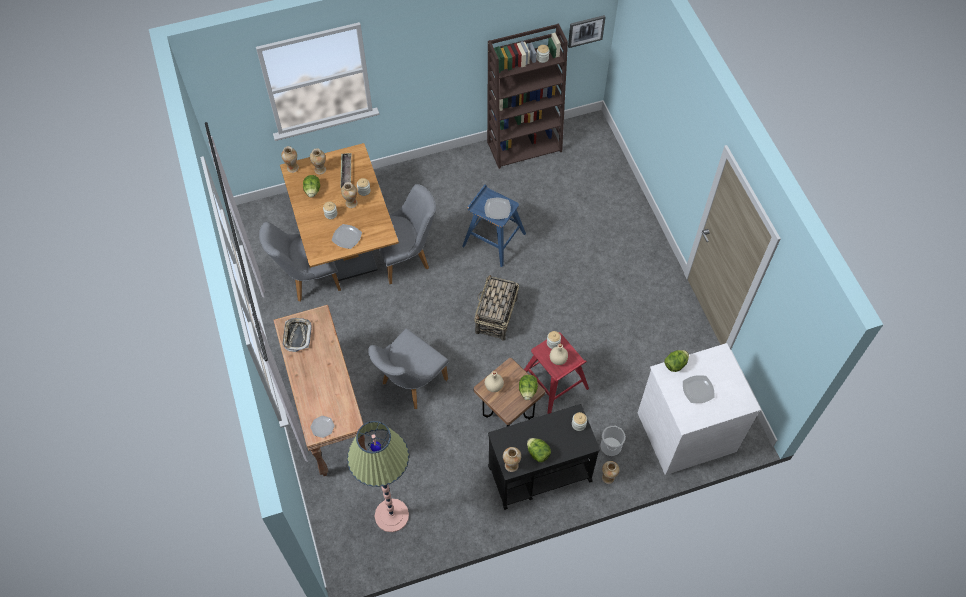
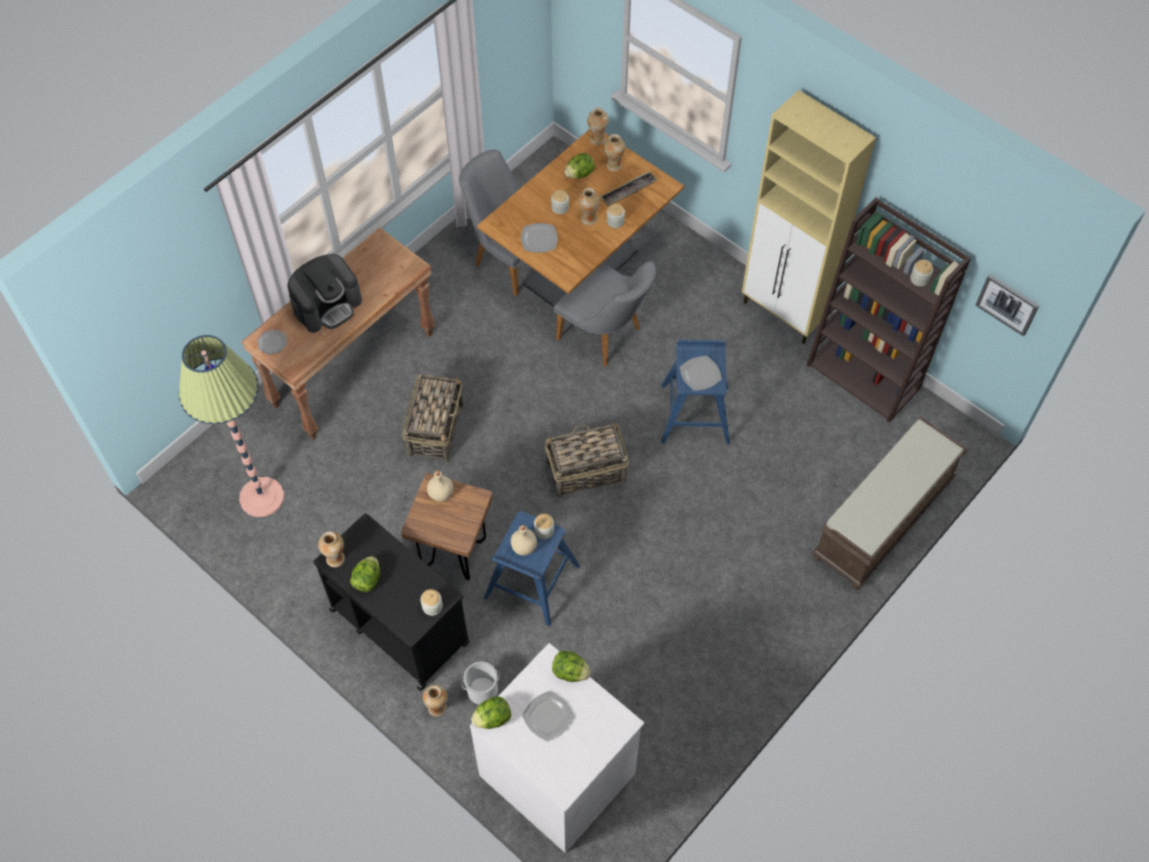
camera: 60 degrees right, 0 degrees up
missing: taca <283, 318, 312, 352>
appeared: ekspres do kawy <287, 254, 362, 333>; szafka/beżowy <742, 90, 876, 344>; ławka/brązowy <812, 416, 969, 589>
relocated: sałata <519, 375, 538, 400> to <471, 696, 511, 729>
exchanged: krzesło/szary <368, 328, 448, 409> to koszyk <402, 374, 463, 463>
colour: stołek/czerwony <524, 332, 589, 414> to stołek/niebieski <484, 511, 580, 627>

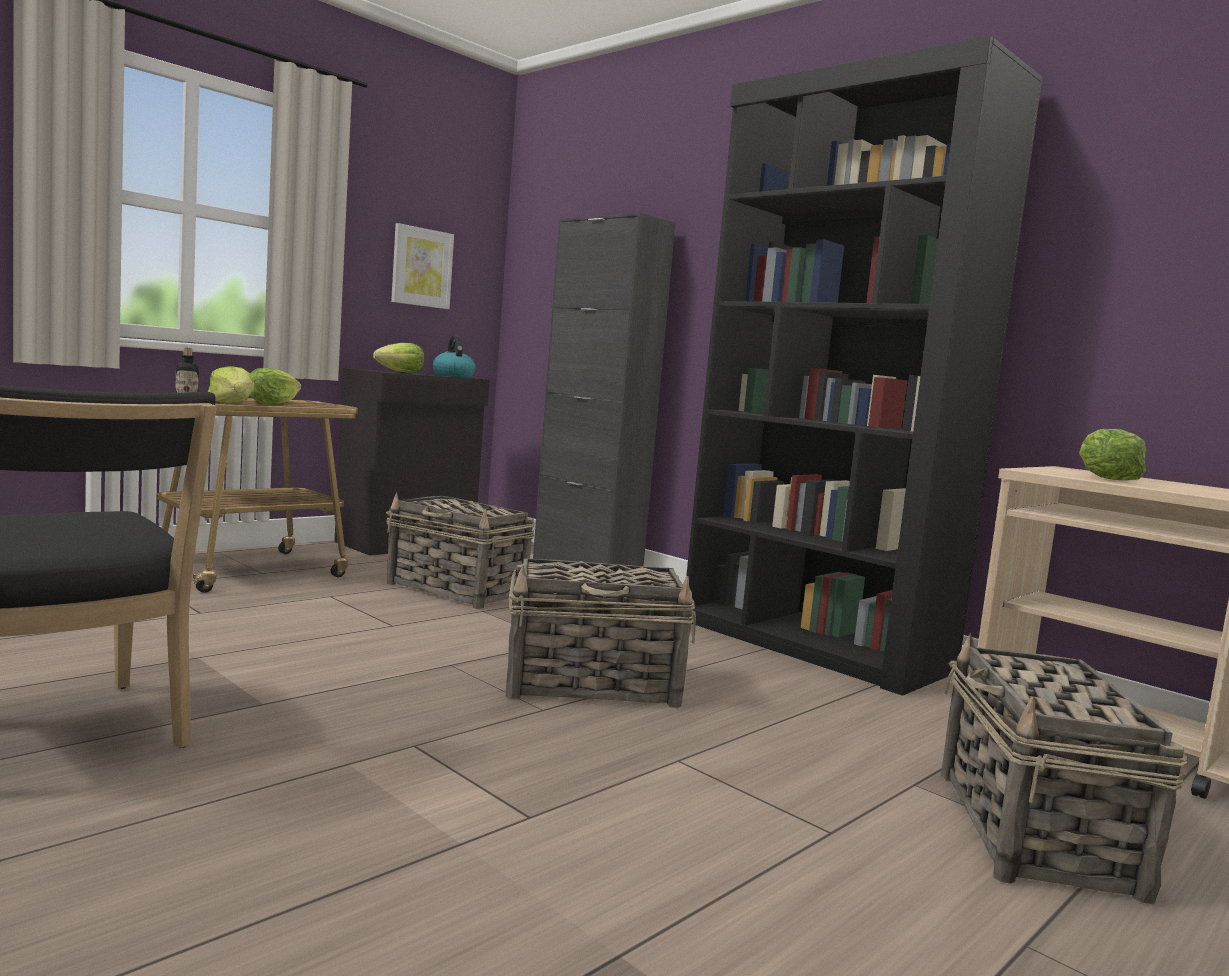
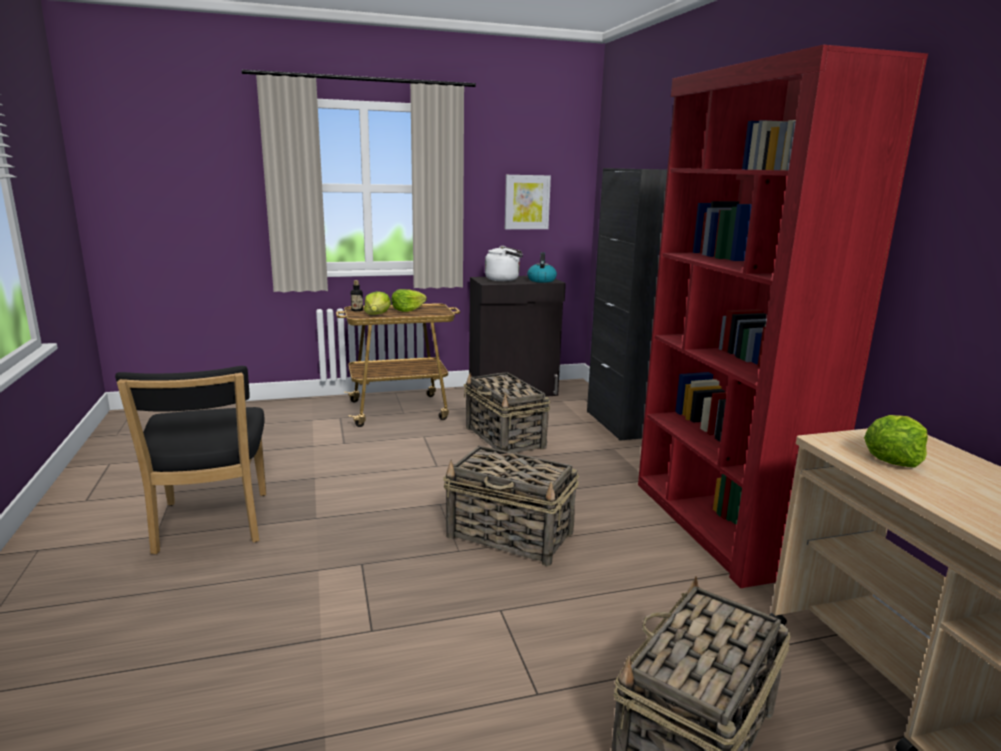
camera: 30 degrees right, 10 degrees up
exchanged: sałata <373, 343, 424, 373> to czajnik/biały <485, 246, 523, 281>
colour: regał/czarny <686, 36, 1043, 696> to regał/czerwony <638, 45, 928, 588>

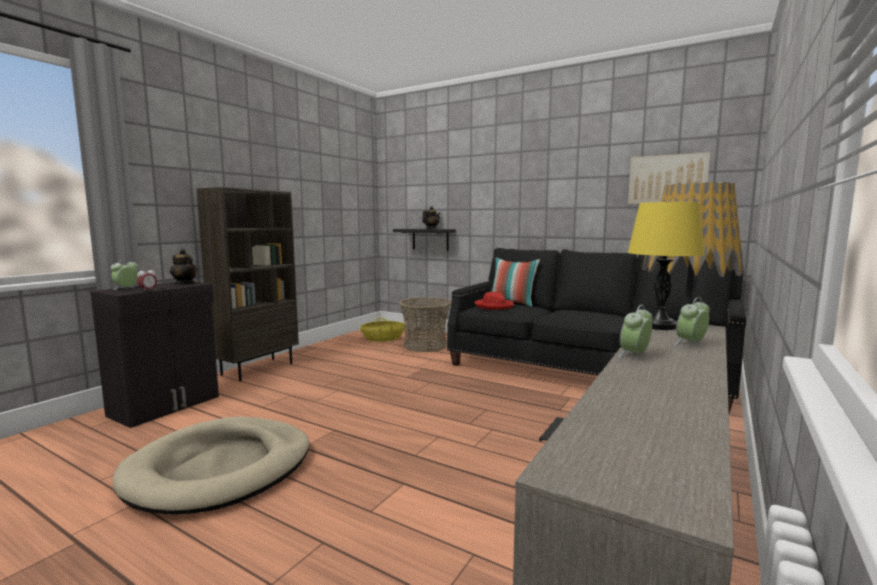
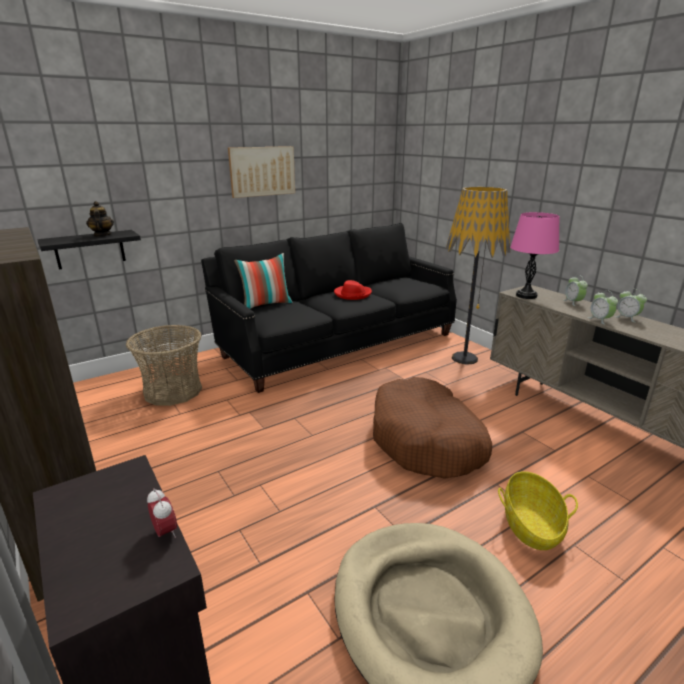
camera: 65 degrees left, 15 degrees up
missing: imbryk <170, 249, 198, 284>
appeared: legowisko/brązowy <373, 377, 492, 479>
relocated: budzik <111, 259, 138, 290> to <614, 289, 647, 323>; koszyk <360, 318, 406, 342> to <498, 471, 578, 550>; kapelusz/czerwony <474, 292, 514, 309> to <334, 280, 372, 300>; obraz <628, 152, 711, 204> to <228, 146, 295, 198>
colour: lampa stołowa/żółty <628, 202, 705, 330> to lampa stołowa/różowy <510, 212, 559, 299>

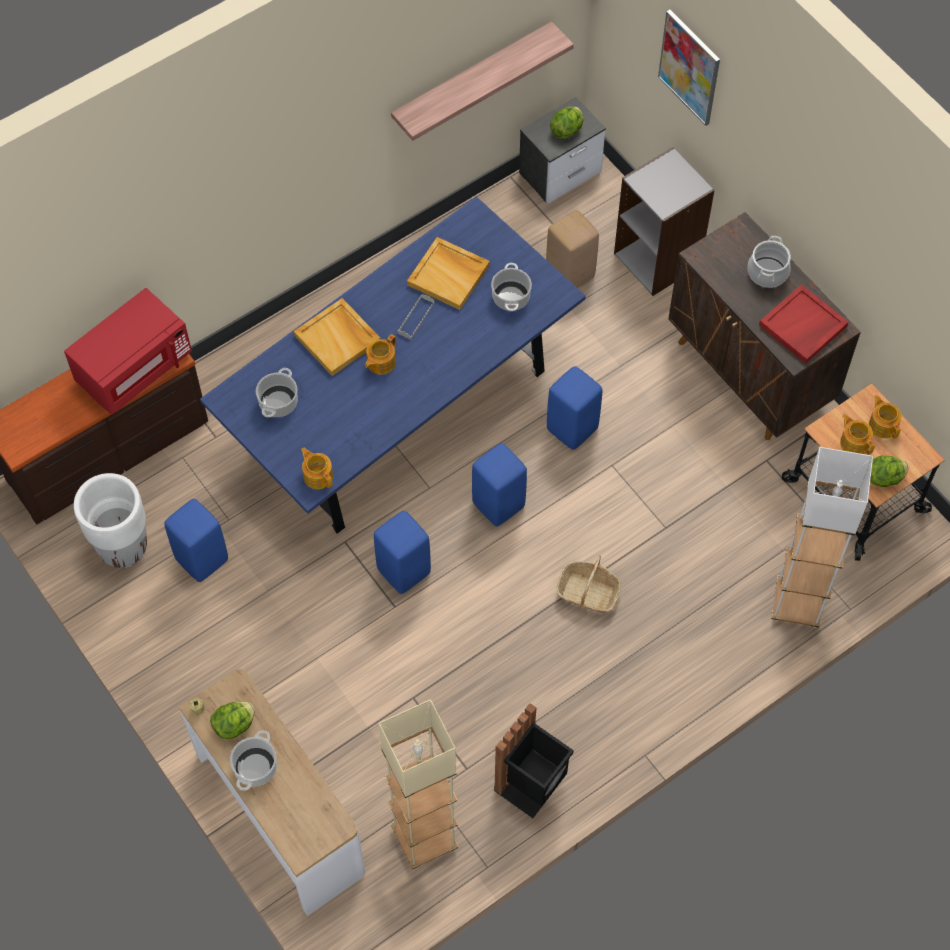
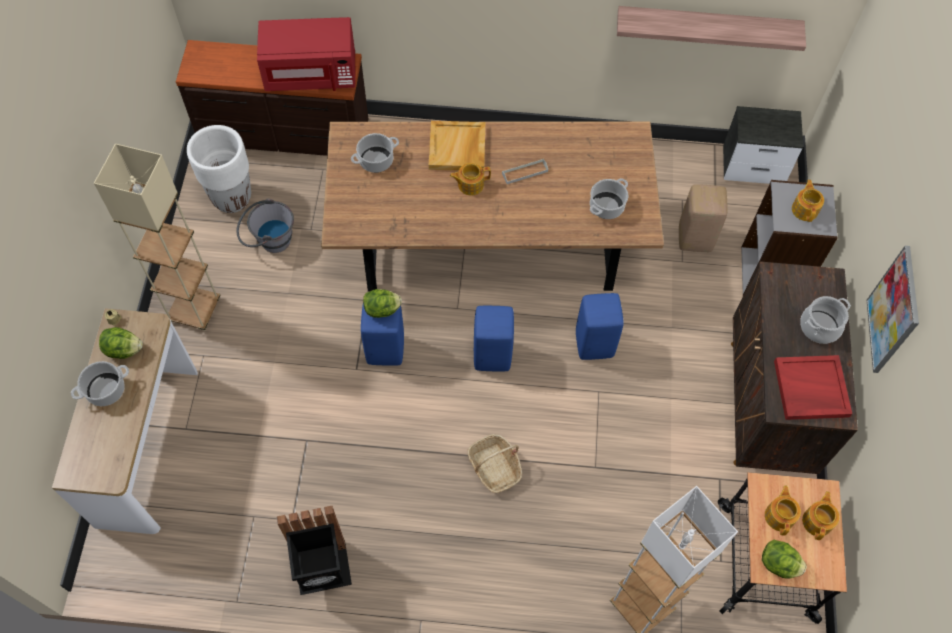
camera: 40 degrees right, 0 degrees up
missing: taca/beżowy <407, 237, 490, 310>
relocated: imbryk <301, 448, 333, 489> to <792, 180, 824, 222>; lampa stojąca/beżowy <379, 699, 458, 869> to <94, 144, 221, 331>; sałata <550, 107, 583, 138> to <363, 289, 402, 318>; obraz <658, 10, 720, 126> to <867, 246, 919, 373>
exchanged: stołek/niebieski <164, 499, 228, 582> to wiadro/szary <236, 199, 294, 253>
colour: stół jadalny/niebieski <200, 197, 586, 534> to stół jadalny/brązowy <321, 122, 664, 291>

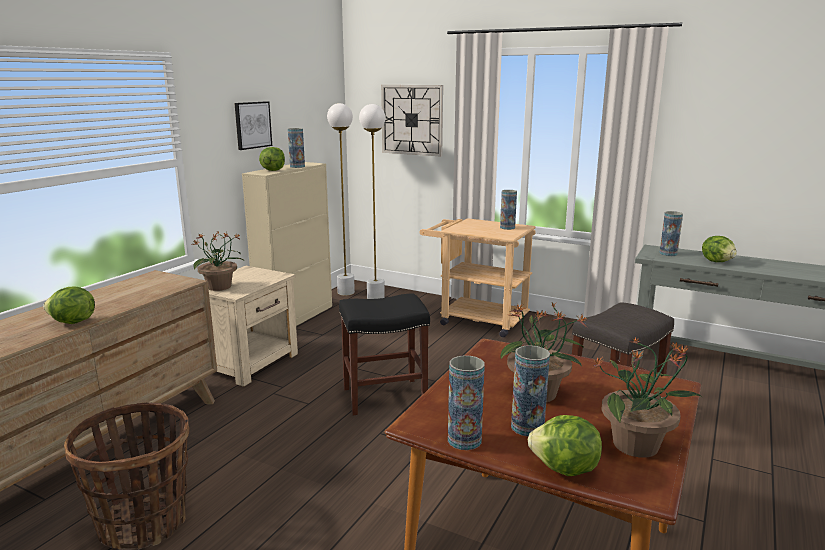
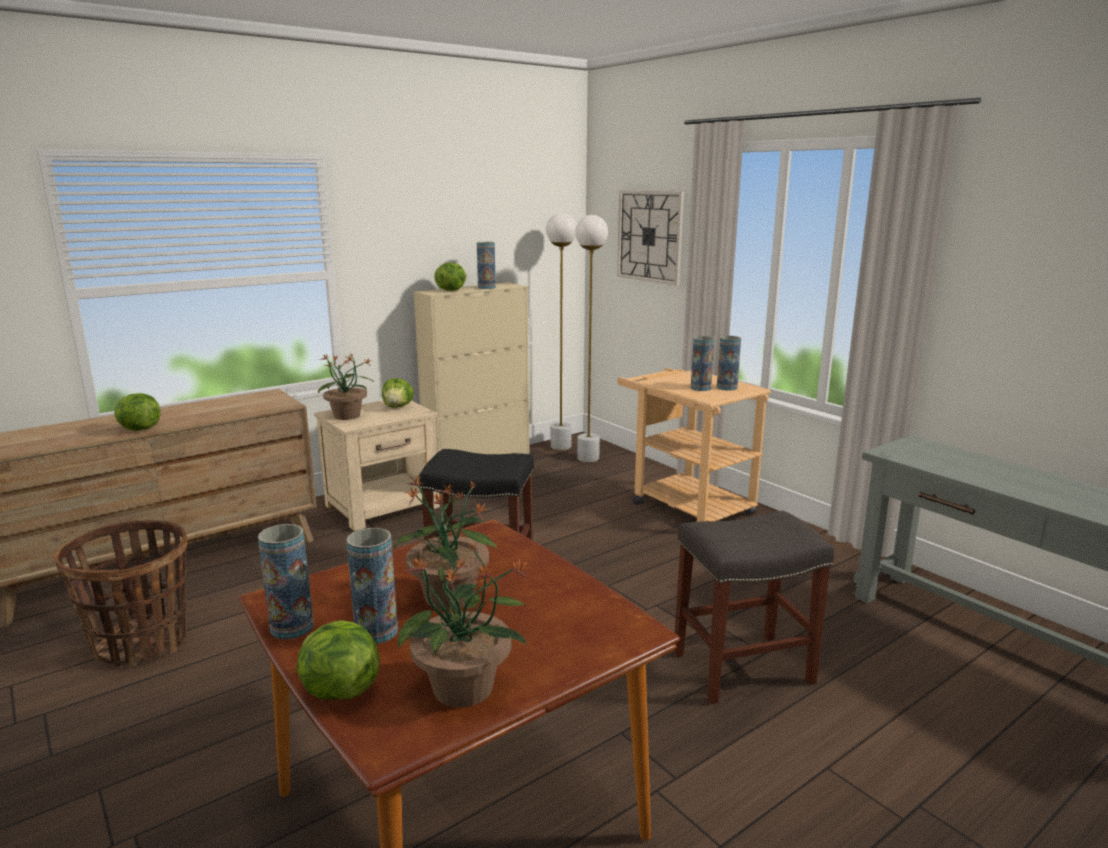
camera: 25 degrees right, 0 degrees up
missing: obraz <234, 101, 272, 150>
relocated: wazon <659, 211, 683, 256> to <691, 336, 714, 391>; sałata <702, 236, 737, 262> to <382, 378, 414, 408>

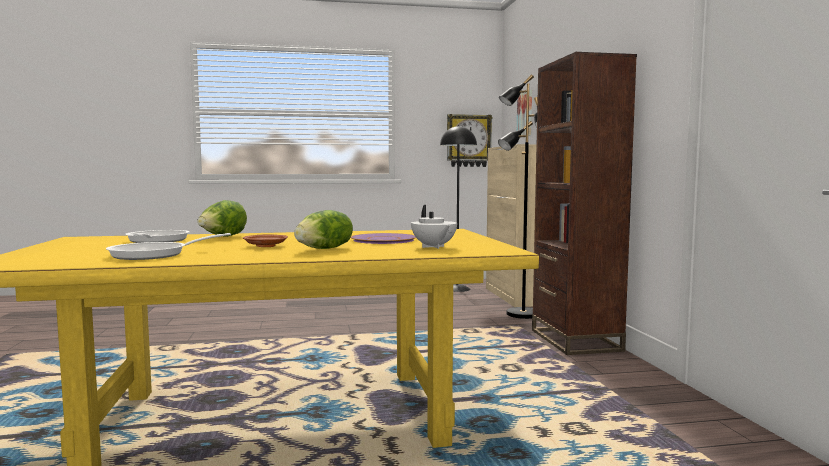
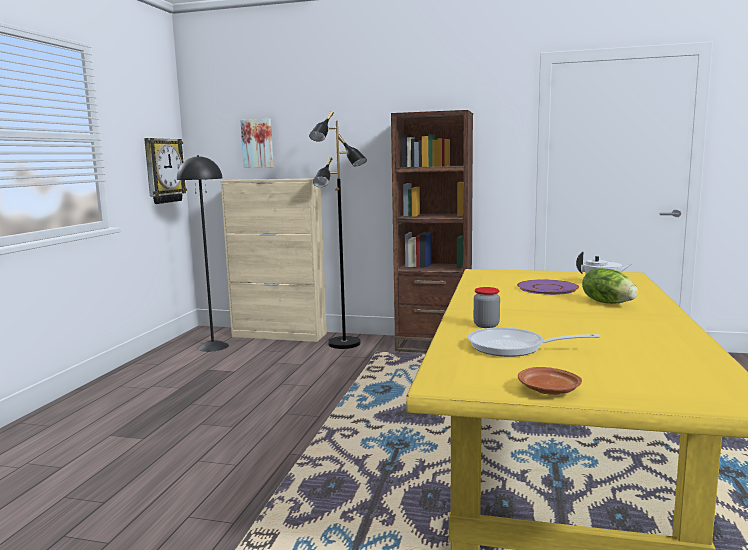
camera: 65 degrees left, 5 degrees up
missing: patelnia <106, 233, 231, 260>
relocated: talerz/brązowy <243, 234, 288, 247> to <518, 367, 582, 395>
exchanged: sałata <197, 200, 247, 237> to słoik <474, 287, 500, 328>

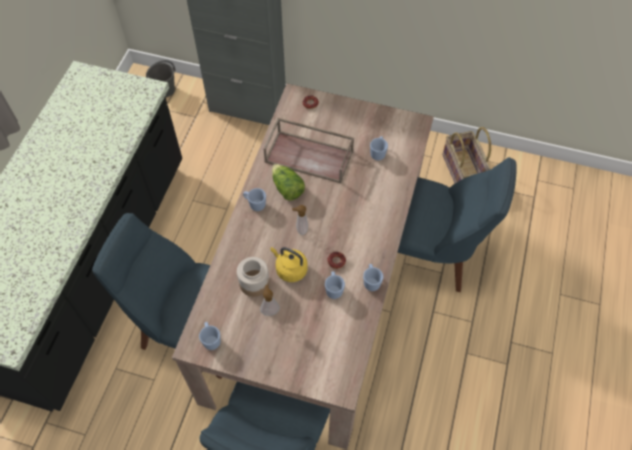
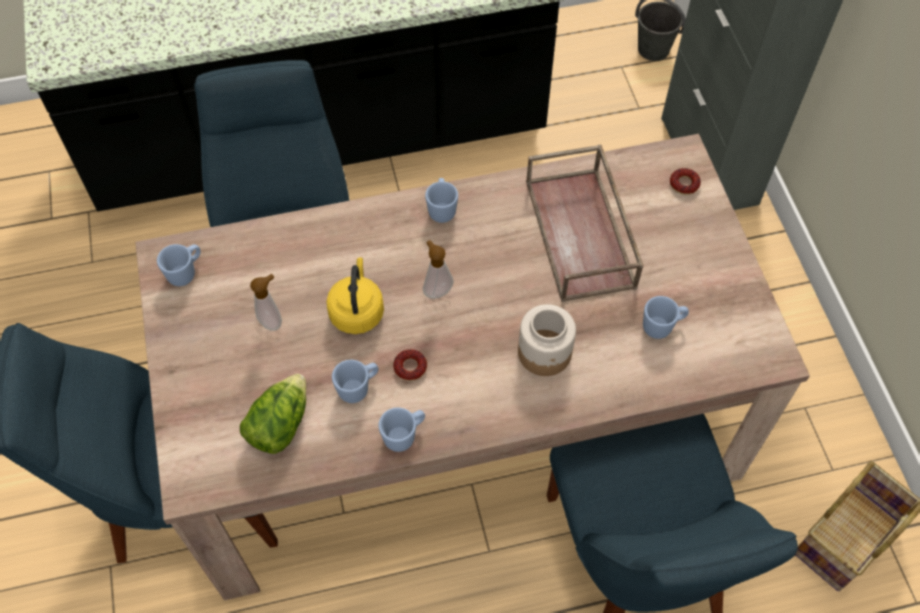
camera: 60 degrees right, 0 degrees up
relocated: słoik <237, 257, 270, 297> to <518, 304, 576, 376>; sałata <272, 164, 305, 201> to <240, 374, 306, 454>

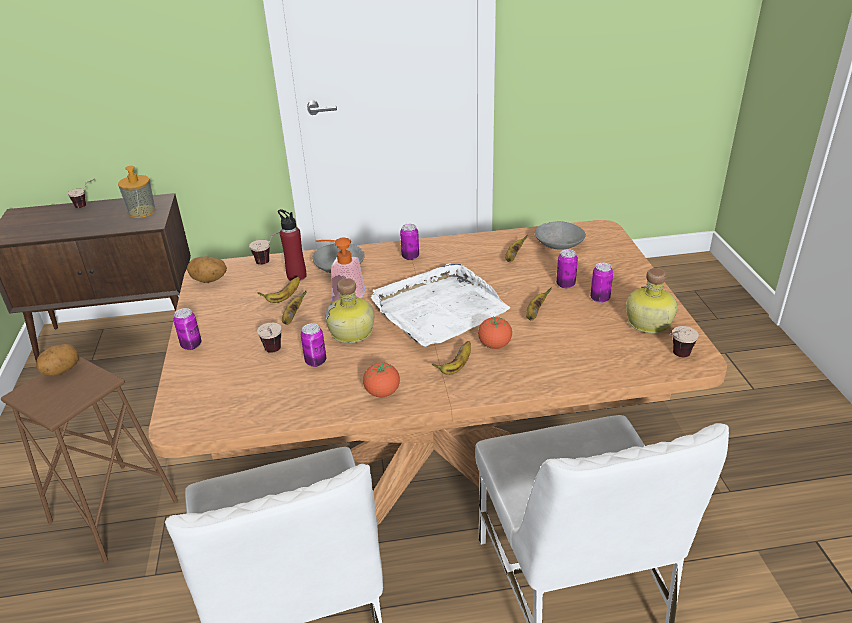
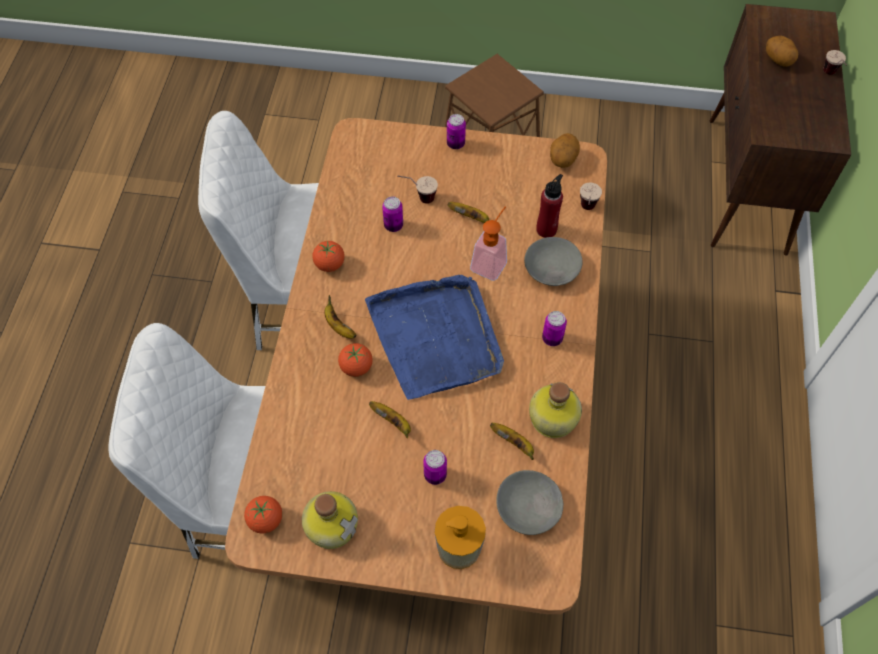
camera: 105 degrees right, 25 degrees up
missing: banan <257, 276, 300, 303>; puszka <590, 263, 613, 303>
relocated: ziemniak <36, 344, 79, 376> to <766, 36, 798, 67>; dozownik mydła <118, 166, 156, 218> to <435, 506, 486, 569>; butelka <325, 278, 374, 343> to <529, 382, 582, 438>
exchanged: filiżanka <670, 326, 699, 357> to pomidor <244, 496, 282, 533>
colour: taca/biały <371, 263, 510, 347> to taca/niebieski <365, 275, 504, 400>

